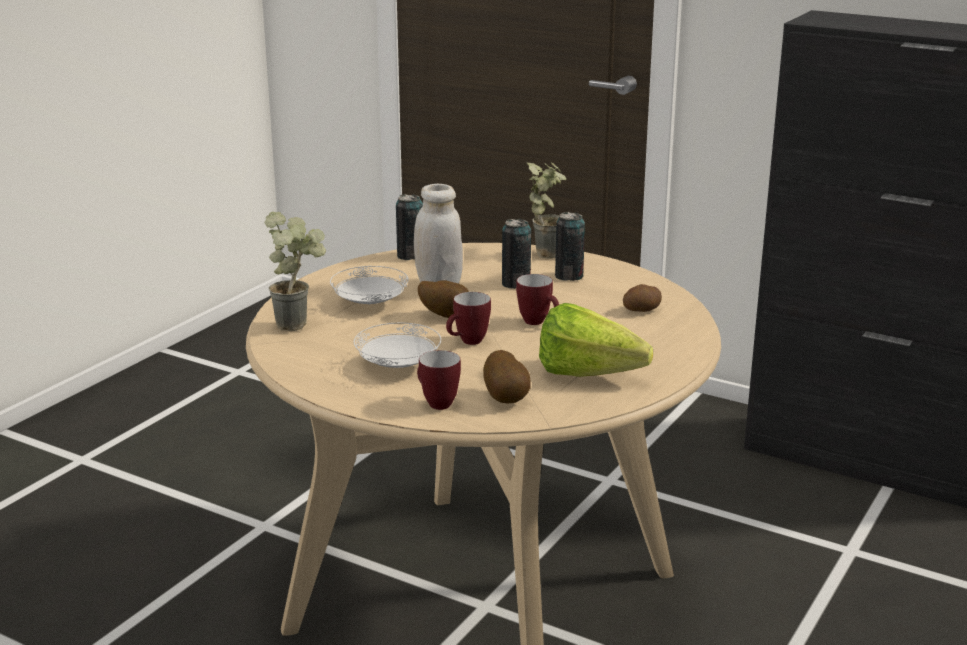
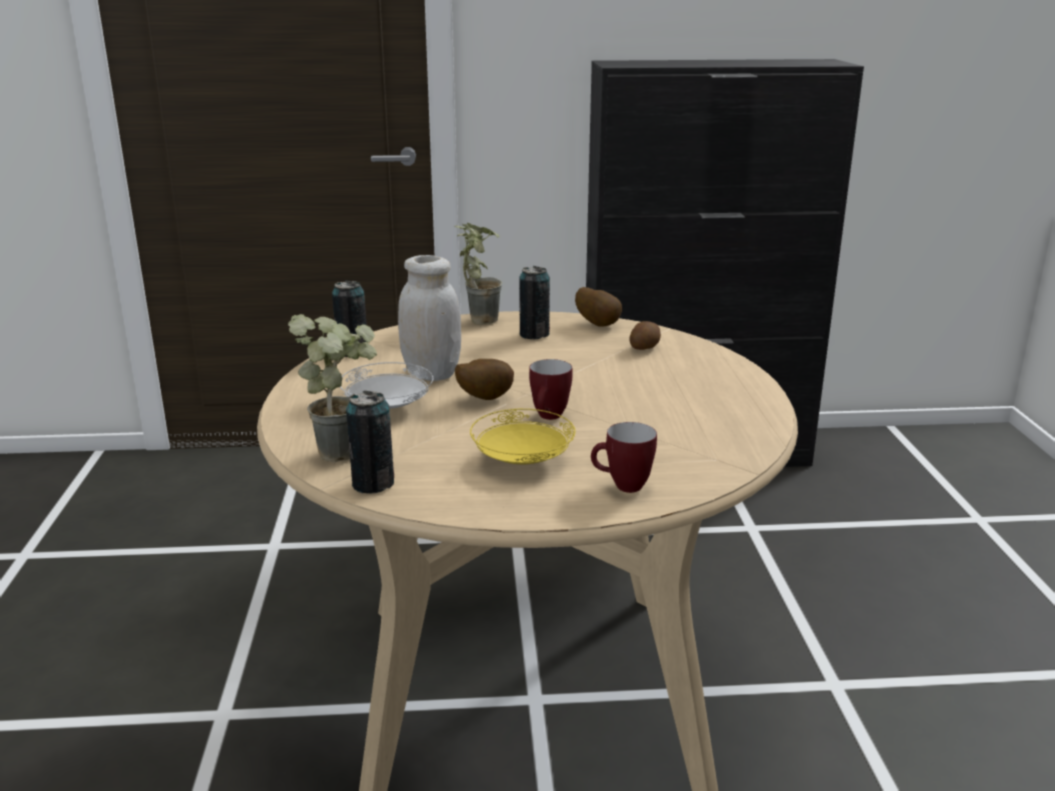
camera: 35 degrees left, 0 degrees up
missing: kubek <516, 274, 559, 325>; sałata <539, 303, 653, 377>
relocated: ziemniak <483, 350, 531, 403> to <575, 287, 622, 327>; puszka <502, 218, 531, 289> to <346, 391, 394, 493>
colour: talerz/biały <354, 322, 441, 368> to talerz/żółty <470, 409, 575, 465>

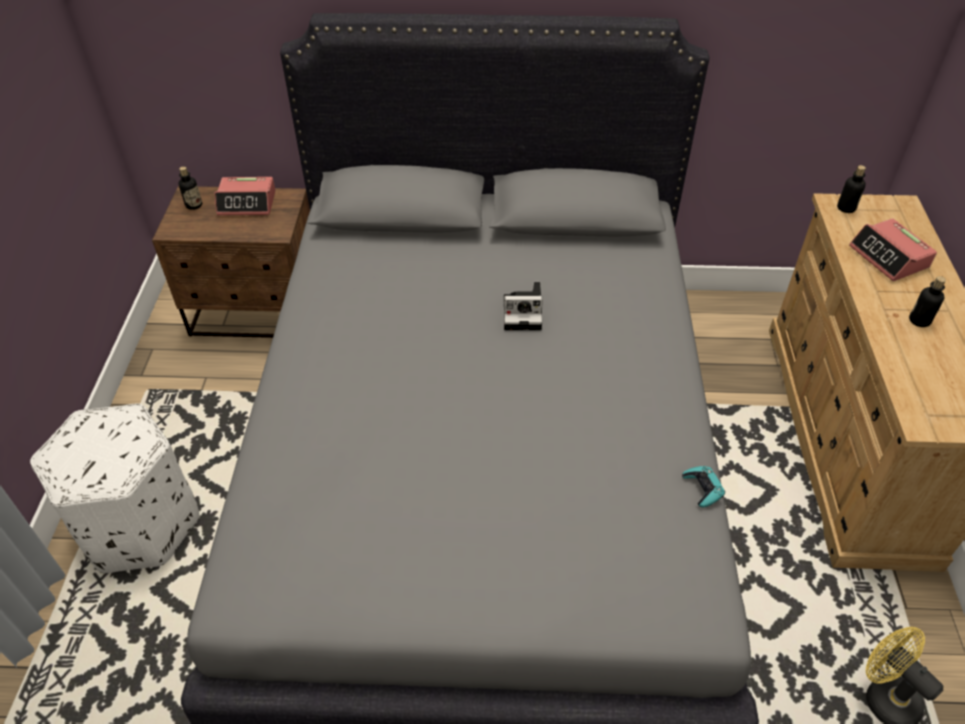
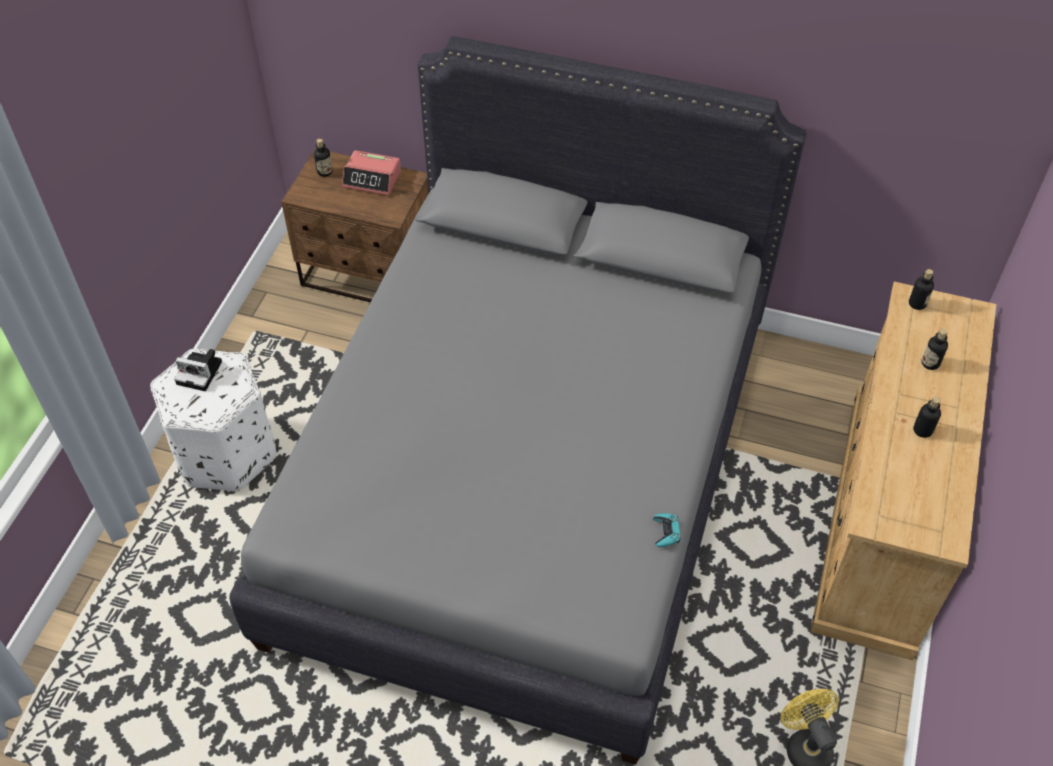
camera: 15 degrees right, 5 degrees up
relocated: aparat fotograficzny <504, 282, 543, 330> to <174, 349, 222, 391>
exchanged: budzik <849, 218, 937, 281> to butelka <921, 329, 948, 370>

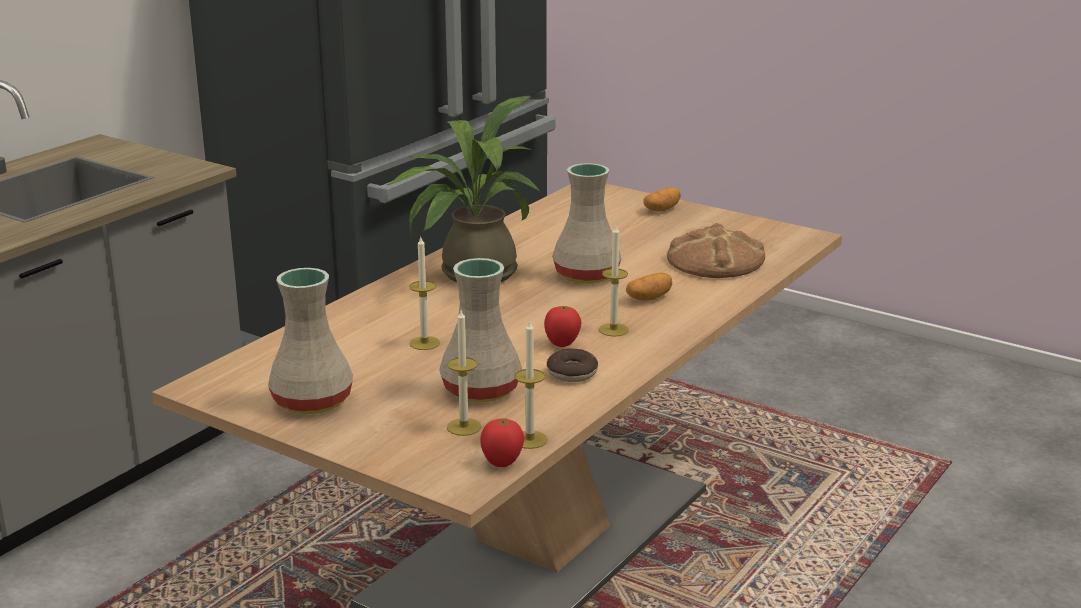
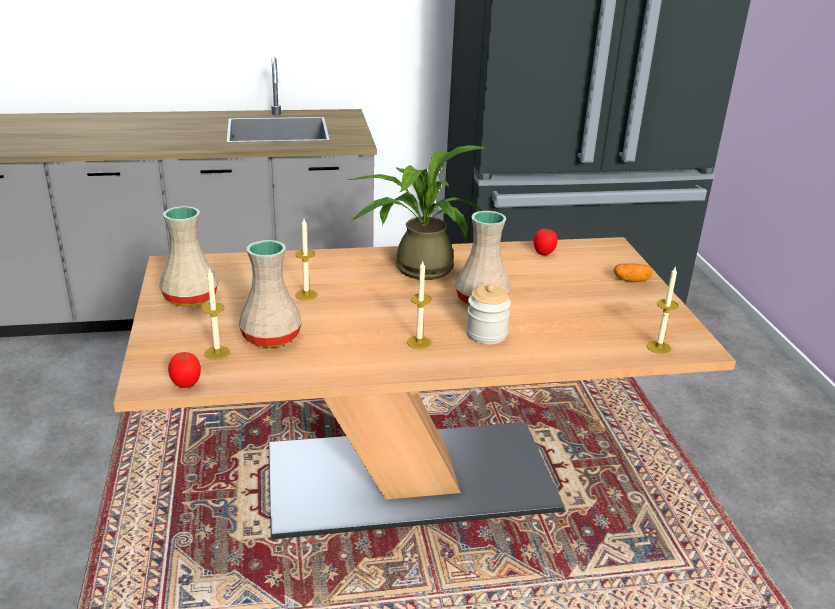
camera: 45 degrees right, 5 degrees up
missing: donut <547, 348, 598, 382>; chleb <667, 223, 765, 278>
relocated: świeca <514, 319, 548, 449> to <647, 266, 679, 354>; pomidor <544, 306, 581, 347> to <534, 228, 558, 255>
exchanged: ziemniak <626, 272, 672, 301> to słoik <466, 284, 511, 345>

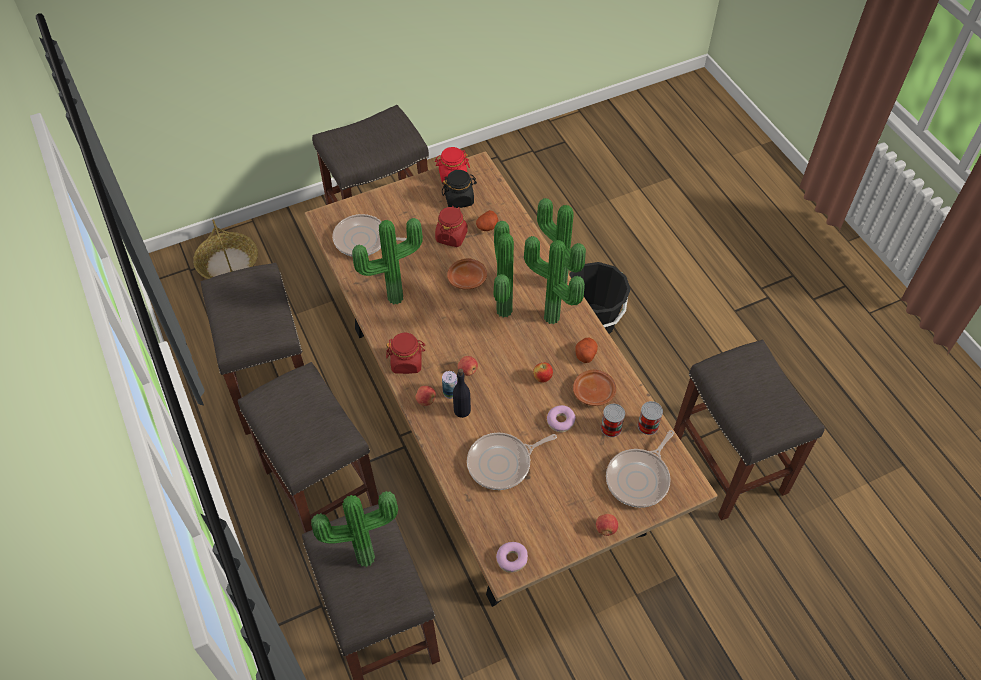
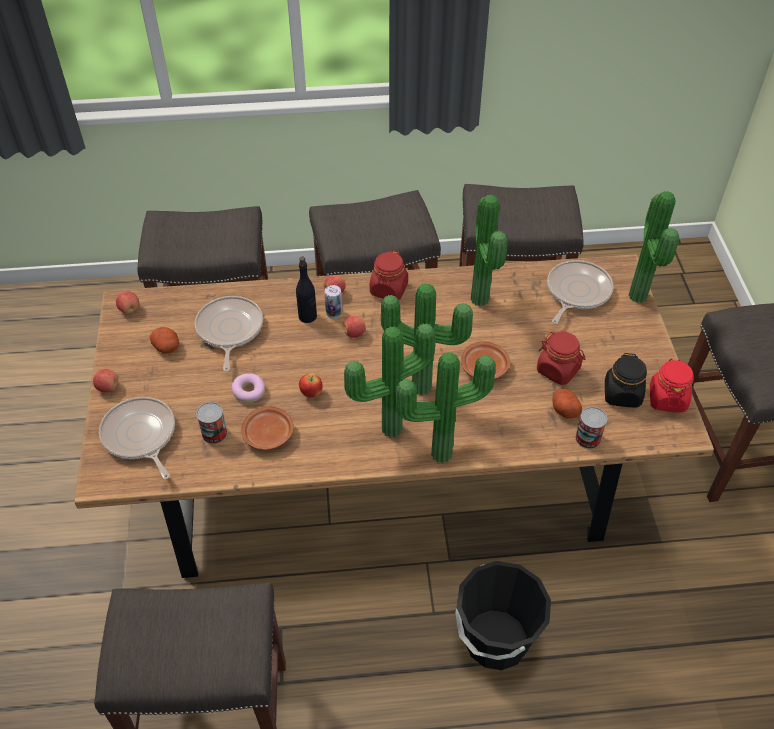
camera: 110 degrees right, 5 degrees down
missing: koszyk <193, 219, 258, 279>
relocated: roślina doniczkowa <311, 491, 398, 567> to <629, 191, 679, 303>; ziemniak <575, 338, 598, 363> to <150, 327, 179, 354>; puszka <638, 401, 663, 435> to <575, 407, 607, 449>
exchanged: donut <496, 542, 528, 573> to jabłko <116, 291, 139, 314>

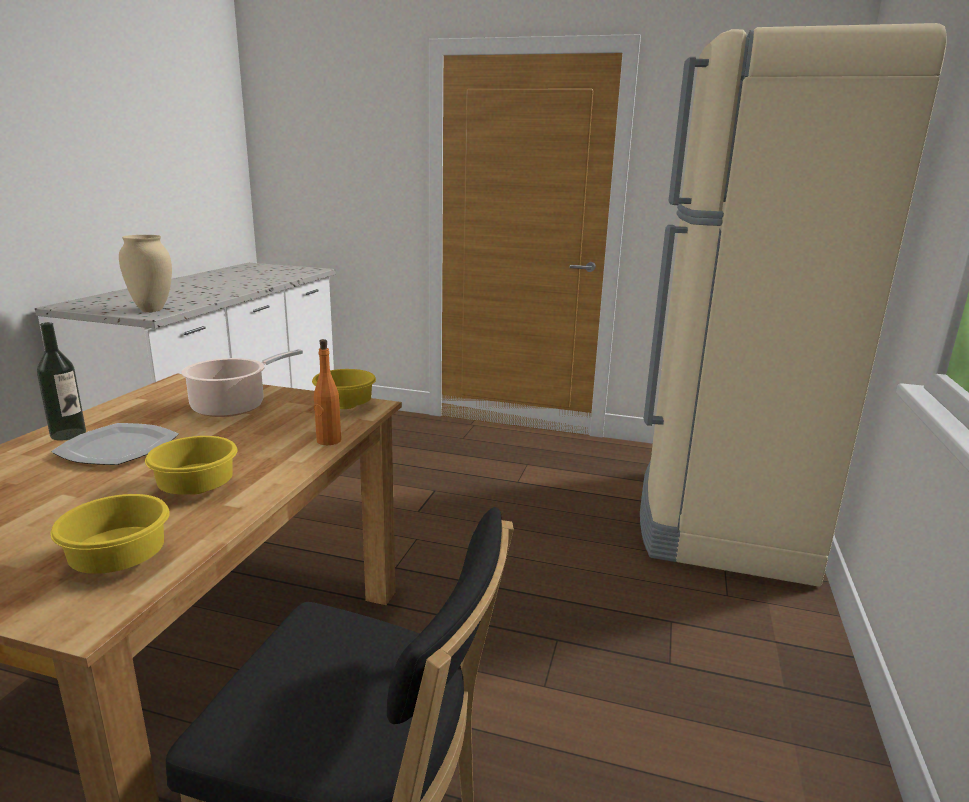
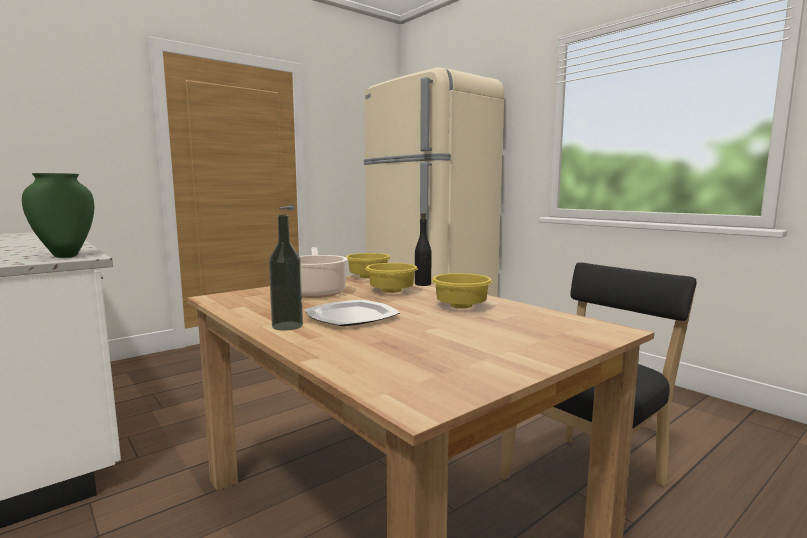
camera: 55 degrees left, 10 degrees down
relocated: miska/żółty <50, 494, 170, 574> to <366, 263, 418, 293>
colour: wazon/beżowy <119, 235, 172, 312> to wazon/zielony <22, 173, 94, 258>; butelka/pomarańczowy <314, 339, 341, 445> to butelka/czarny <415, 213, 432, 286>

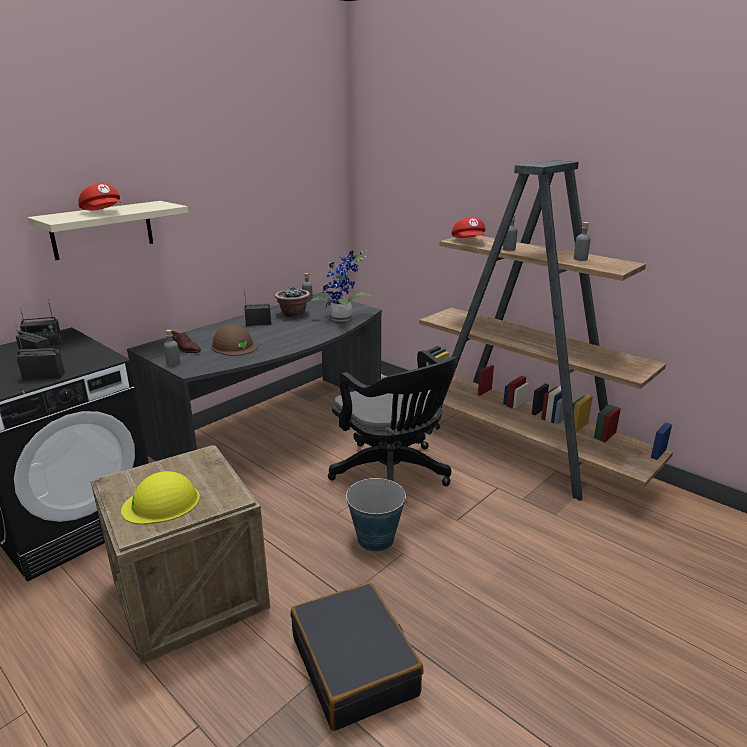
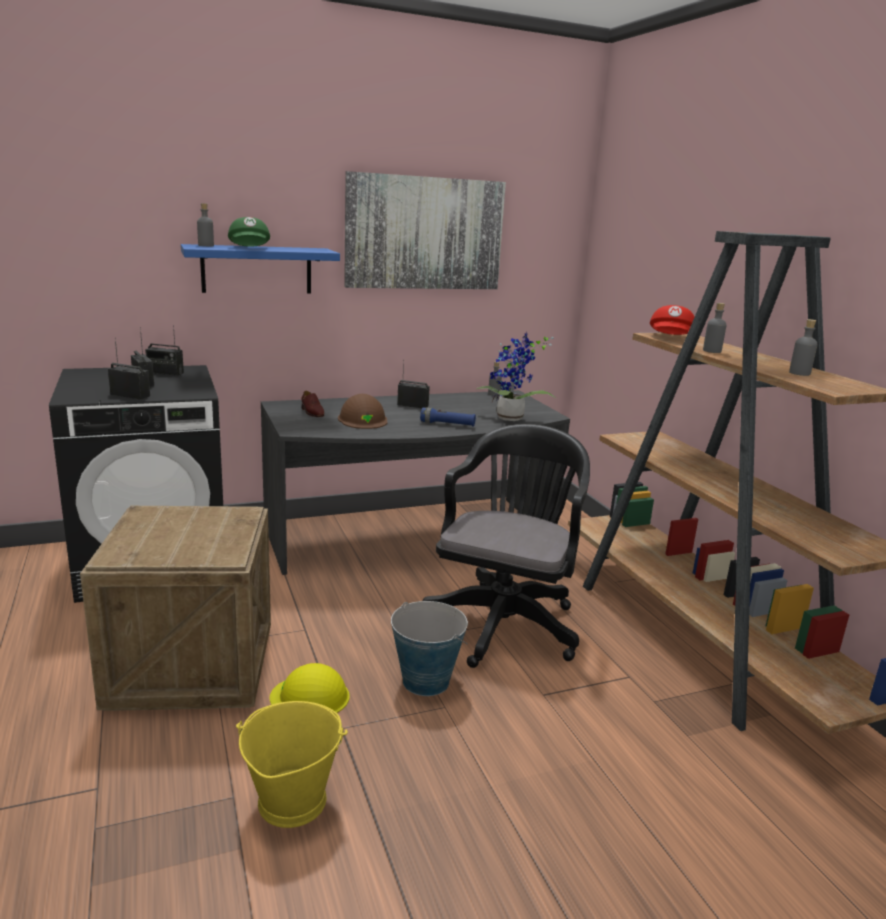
camera: 25 degrees right, 5 degrees down
missing: roślina doniczkowa <275, 286, 310, 318>
appeared: obraz <344, 171, 506, 289>; latarka/niebieski <420, 407, 476, 426>
relocated: kask/żółty <121, 471, 200, 524> to <270, 663, 350, 713>; butelka/szary <164, 330, 180, 366> to <197, 203, 214, 246>
exchanged: walizka/czarny <291, 582, 424, 731> to wiadro/żółty <236, 701, 348, 828>
colour: półka/beżowy <27, 201, 188, 260> to półka/niebieski <181, 244, 340, 294>; czapka z daszkiem/czerwony <78, 184, 122, 210> to czapka z daszkiem/zielony <228, 217, 270, 247>
spun: krzesło biurowe/czarny <328, 350, 457, 486> = <422, 424, 590, 668> 150 degrees counterclockwise

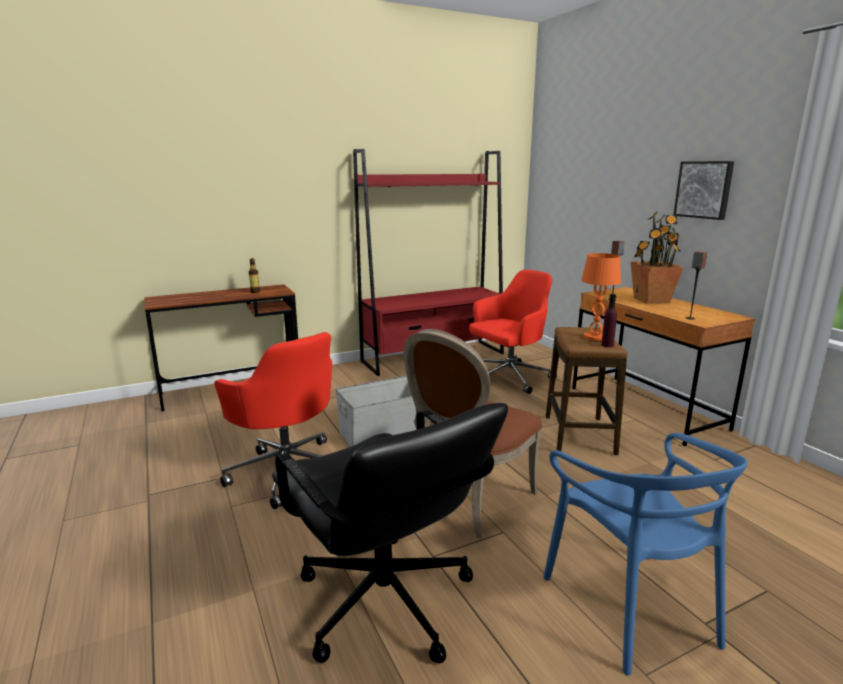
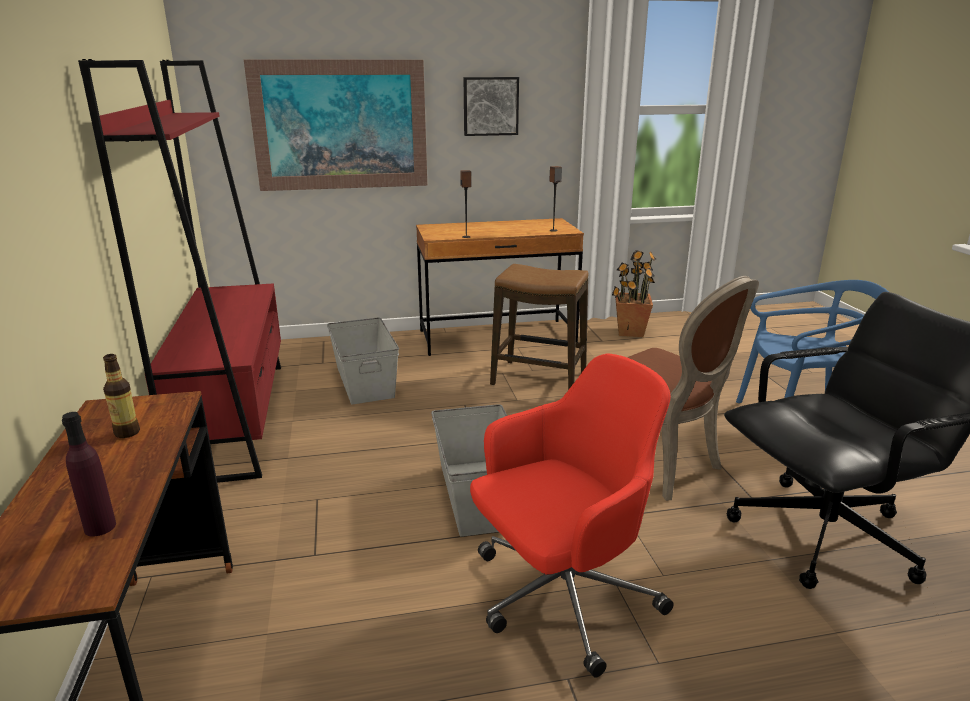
camera: 75 degrees left, 5 degrees up
missing: lampa stołowa/pomarańczowy <581, 253, 621, 341>
appeared: obraz <244, 60, 427, 191>
relocated: butelka/fioletowy <601, 294, 617, 347> to <62, 412, 116, 537>; roślina doniczkowa <631, 212, 684, 304> to <612, 250, 656, 337>
exchanged: krzesło biurowe/czerwony <469, 270, 557, 394> to pojemnik do przechowywania/szary <327, 317, 399, 405>

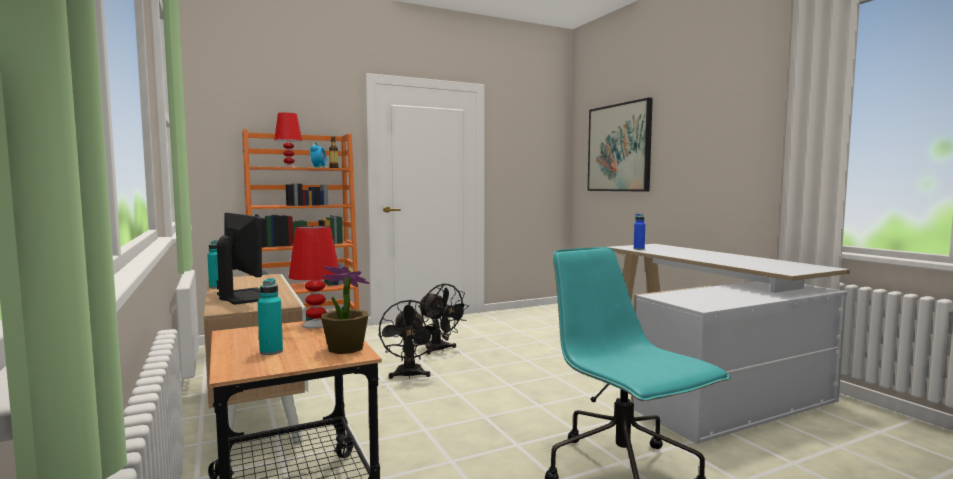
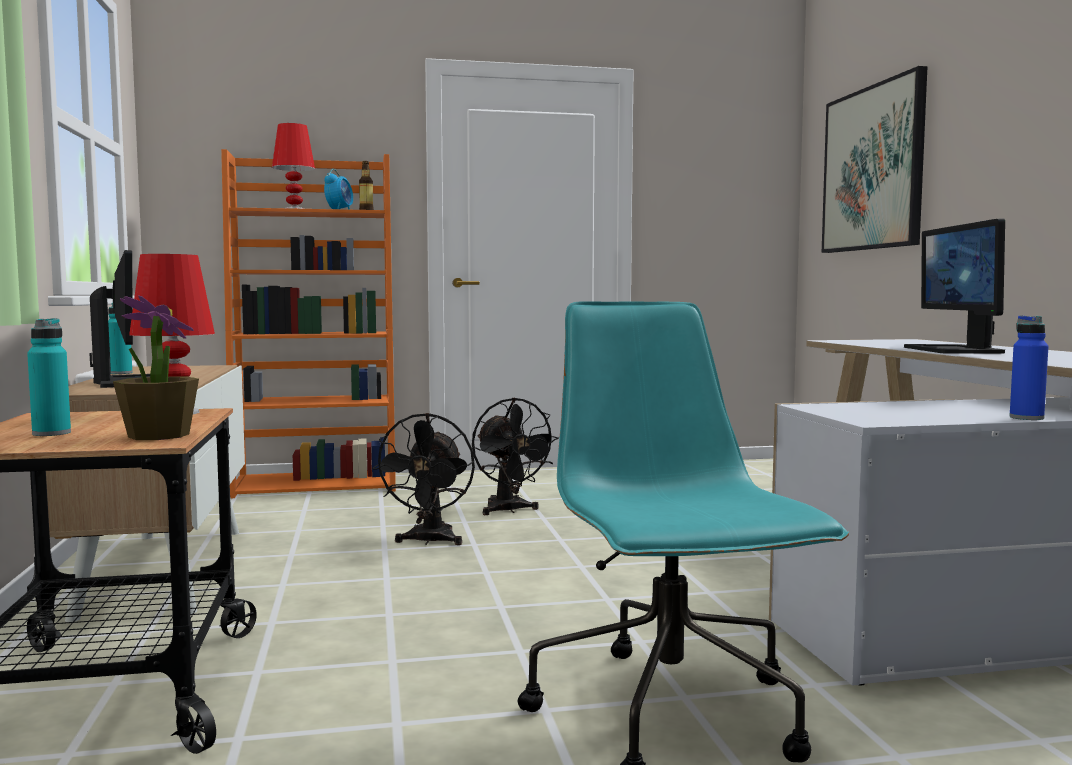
camera: 15 degrees right, 0 degrees up
appeared: monitor <904, 218, 1005, 353>
relocated: butelka/niebieski <634, 214, 645, 250> to <1009, 315, 1049, 420>

